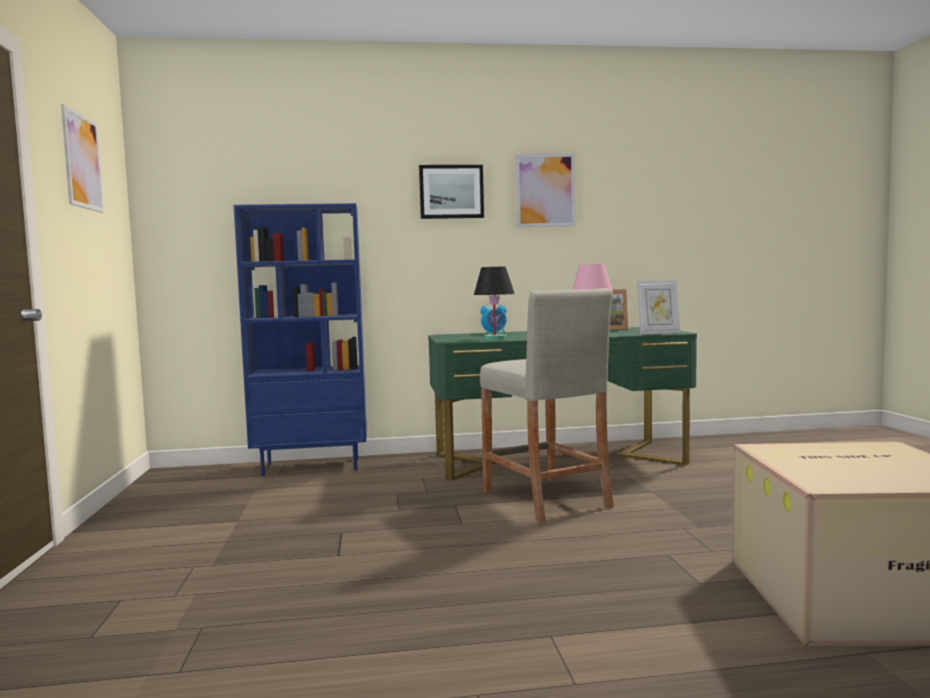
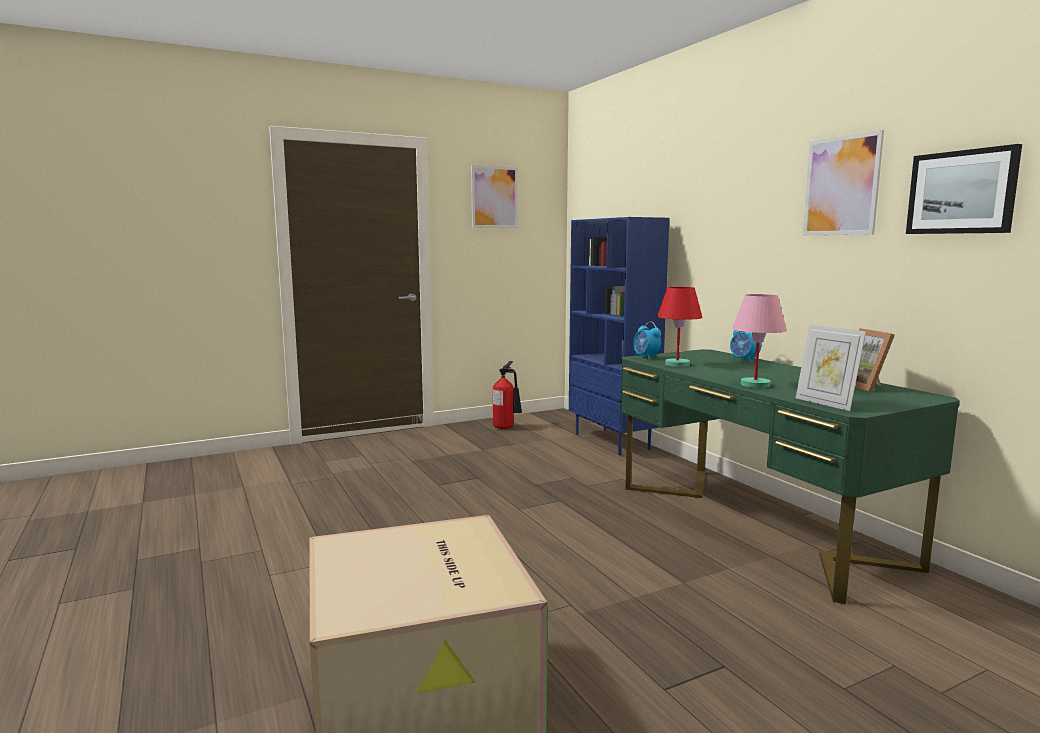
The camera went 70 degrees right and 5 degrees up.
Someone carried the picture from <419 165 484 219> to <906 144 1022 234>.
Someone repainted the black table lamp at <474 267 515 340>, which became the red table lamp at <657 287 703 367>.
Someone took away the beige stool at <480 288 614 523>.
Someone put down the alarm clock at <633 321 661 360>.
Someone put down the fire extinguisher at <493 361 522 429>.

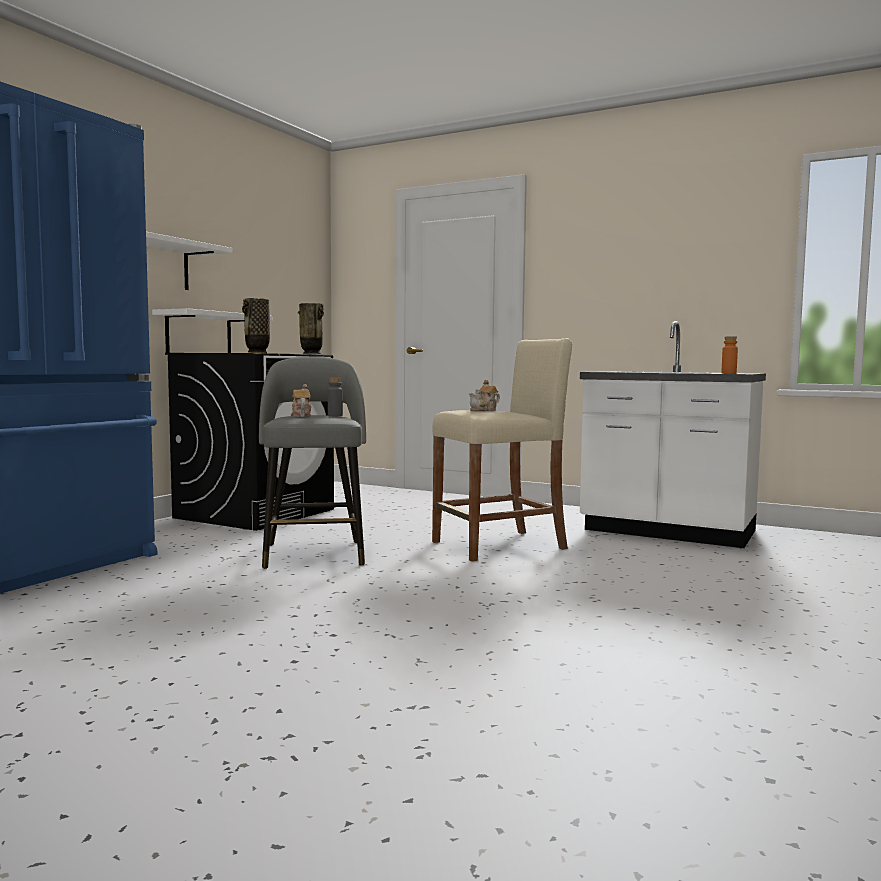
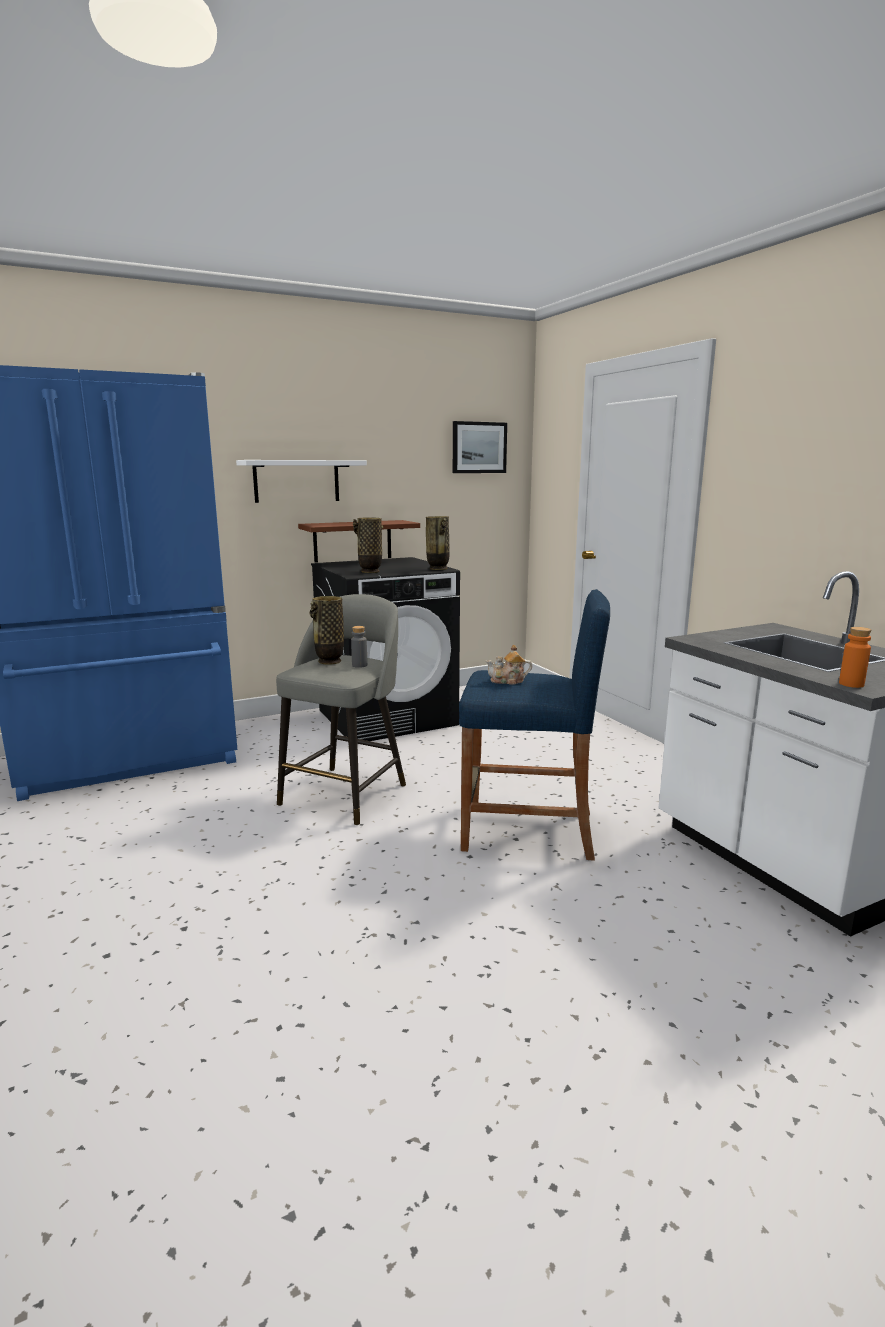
The camera went 35 degrees right and 10 degrees up.
Someone repainted the white shelf at <152 308 272 353>, which became the brown shelf at <298 520 420 563>.
Someone repainted the beige stool at <432 338 572 562>, which became the blue stool at <459 589 610 861>.
Someone swapped the teapot at <291 384 311 417> for the vase at <310 596 344 665>.
Someone put up the picture at <453 421 507 473>.

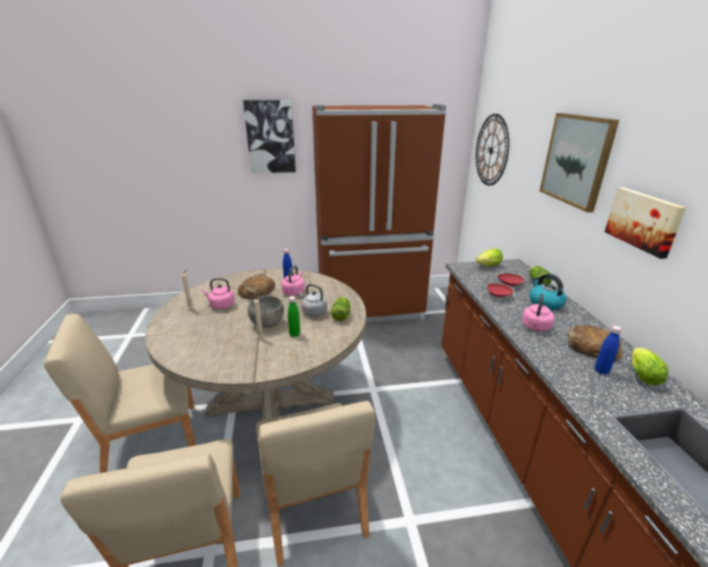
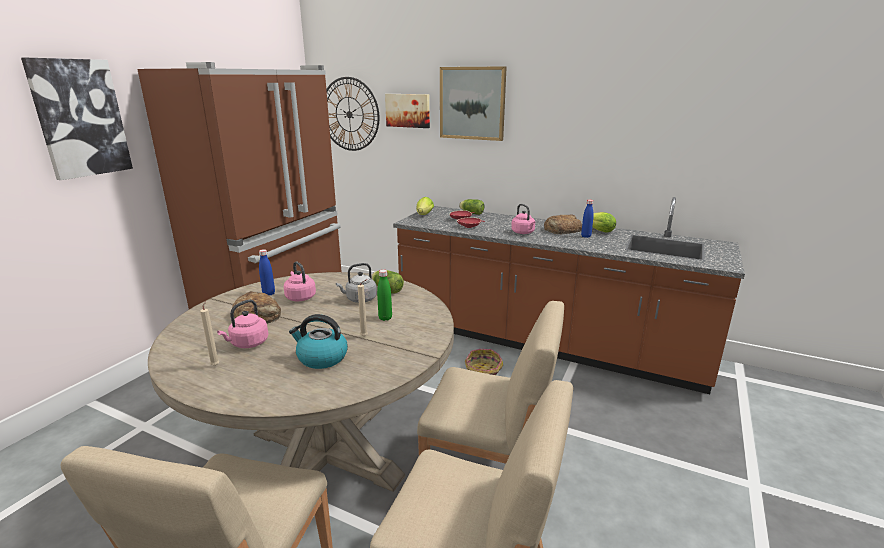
The camera went 55 degrees left and 5 degrees down.
Someone carried the picture from <605 187 686 259> to <385 94 430 128>.
Someone carried the kettle from <529 274 566 310> to <289 314 348 369>.
Someone took away the grey bowl at <248 296 284 328>.
Someone put down the basket at <465 349 503 375>.

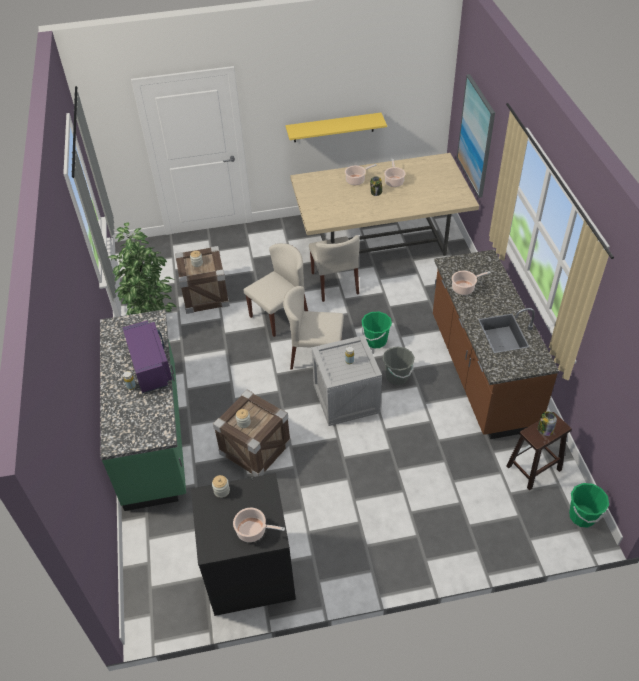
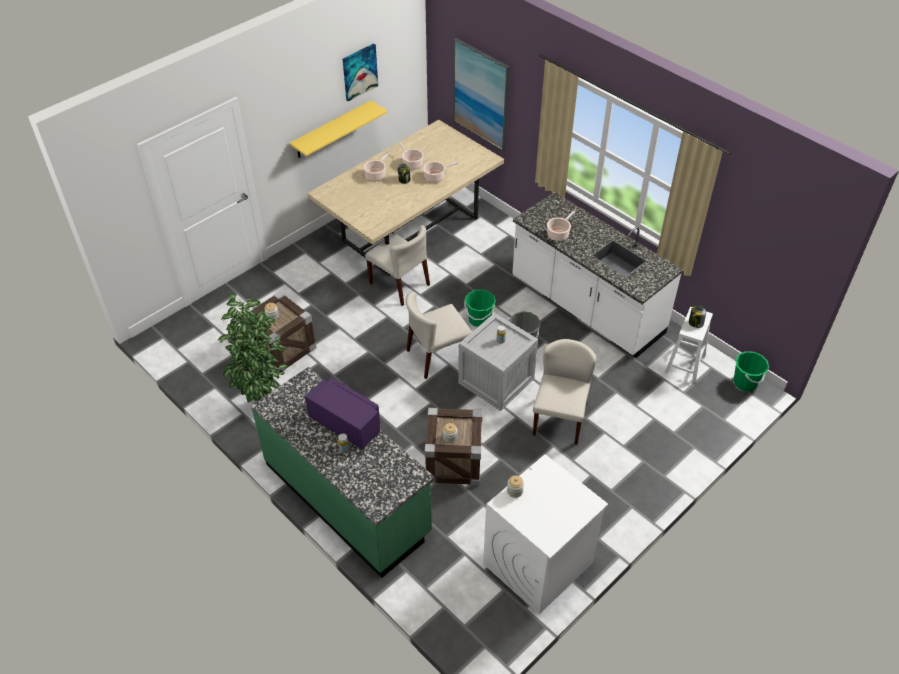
The camera went 35 degrees left and 0 degrees up.
Someone carried the beige chair from <244 243 308 337> to <533 339 596 444>.
Someone repainted the brown counter at <433 250 559 439>, which became the white counter at <512 192 683 358>.
Someone repainted the brown stool at <506 412 571 491>, which became the white stool at <664 307 713 383>.
Someone repainted the black washing machine at <191 473 296 616>, which became the white washing machine at <483 454 608 614>.
Someone carried the cooking pot from <233 508 285 542> to <423 161 458 183>.
Someone put up the picture at <343 44 378 102>.

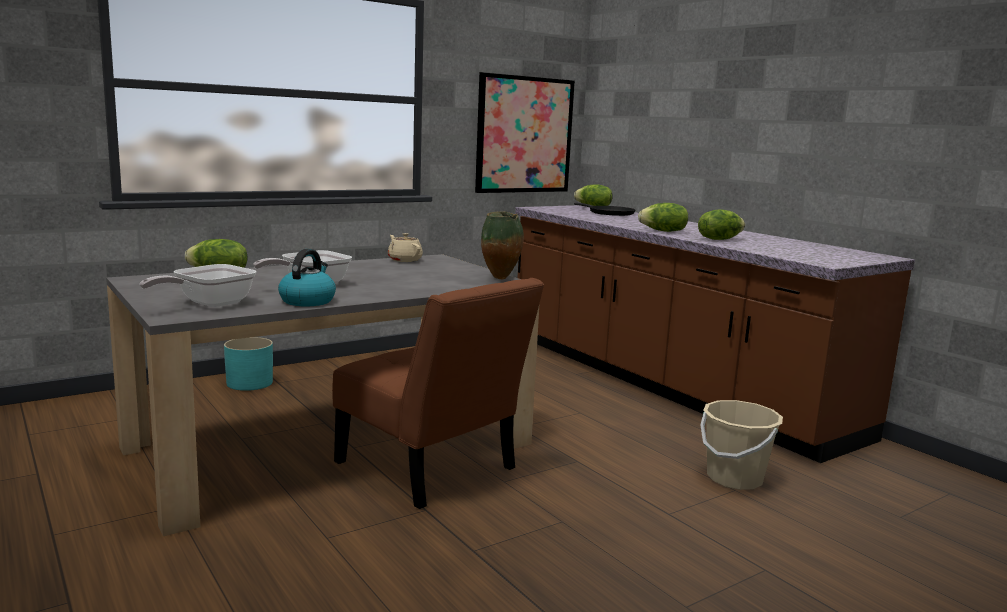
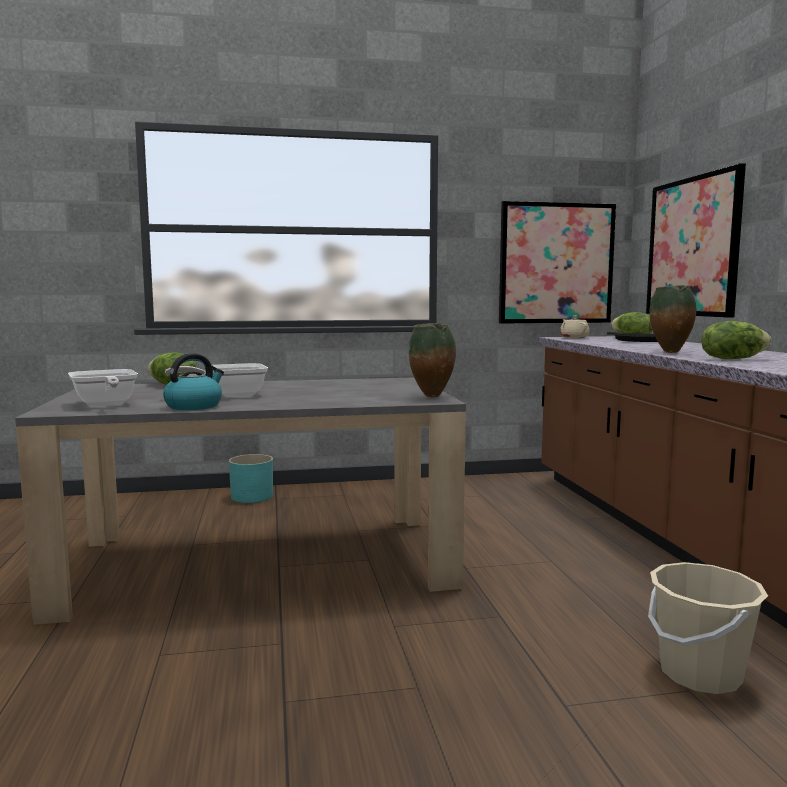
The camera went 25 degrees right and 5 degrees down.
Someone swapped the lettuce at <638 203 688 232> for the vase at <650 285 696 353>.
Someone carried the beige teapot from <388 233 423 262> to <560 315 590 338>.
Someone rotated the frying pan at <140 264 256 307> by 90 degrees counterclockwise.
Someone took away the brown chair at <332 278 544 509>.
Someone put up the picture at <646 163 746 318>.

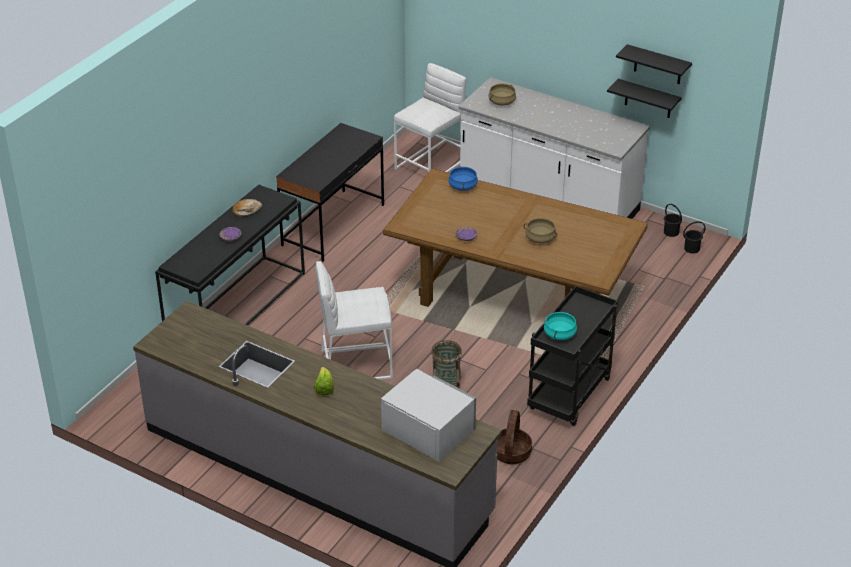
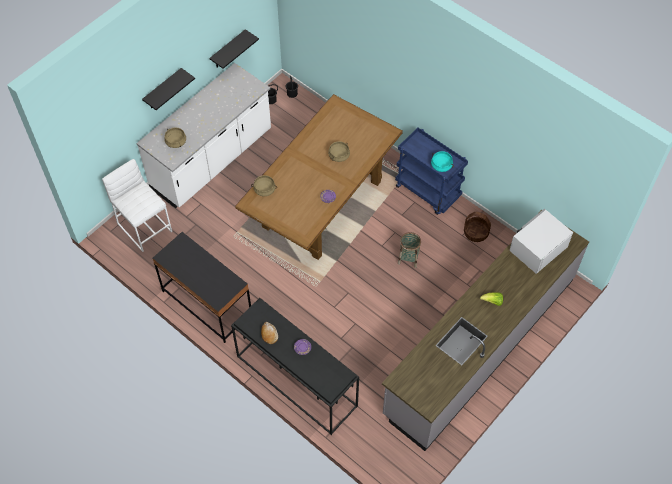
The camera went 80 degrees left and 20 degrees up.
Someone carried the black shelf from <616 44 692 84> to <142 68 195 110>.
Someone repainted the blue cooking pot at <448 166 478 191>, which became the beige cooking pot at <251 175 277 196>.
Someone took away the white stool at <316 261 393 380>.
Someone repainted the black cart at <527 286 618 426>, which became the blue cart at <395 128 468 215>.

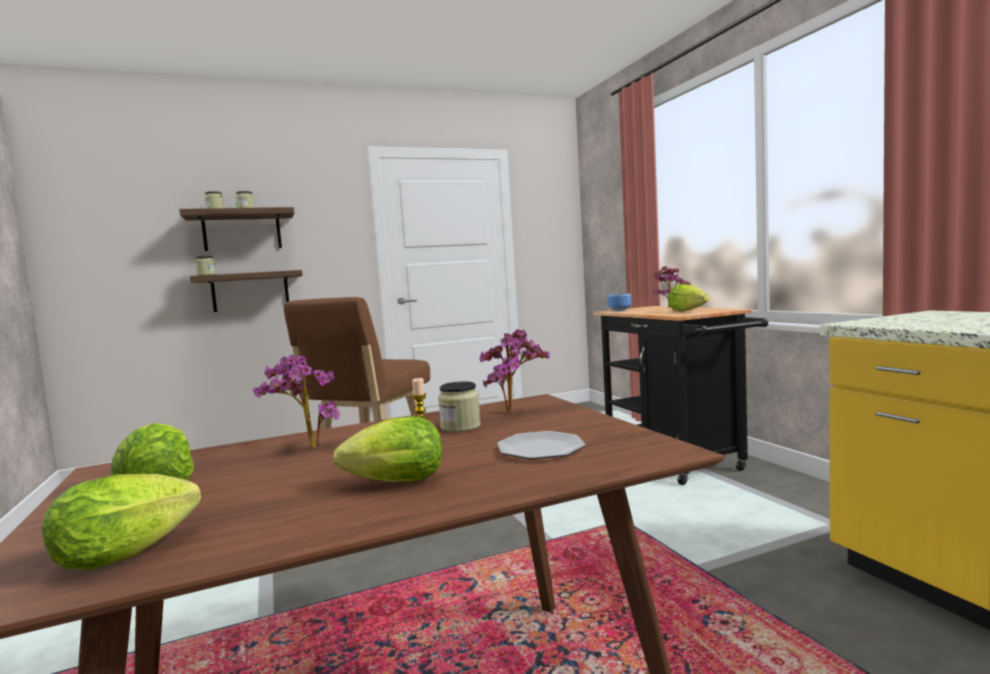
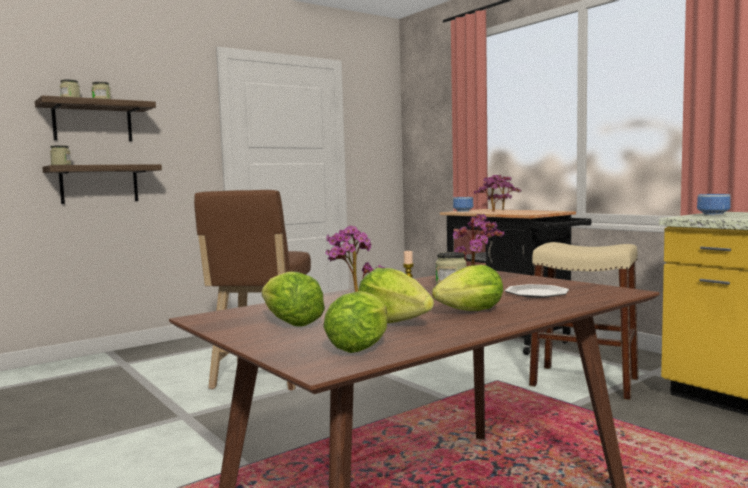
The camera went 15 degrees left and 0 degrees up.
Someone carried the lettuce from <668 284 709 311> to <358 268 434 323>.
Someone put down the potted plant at <474 175 508 212>.
Someone put down the bowl at <697 194 731 216>.
Someone put down the beige stool at <529 242 639 400>.

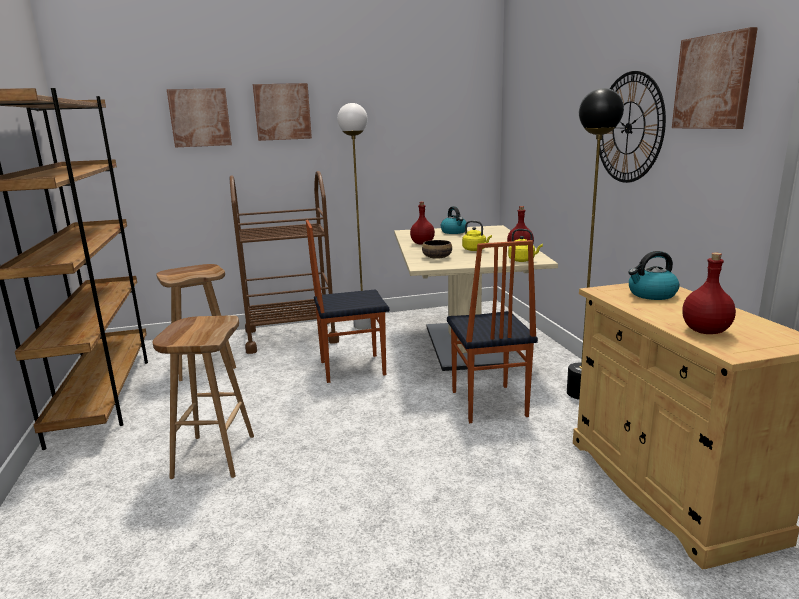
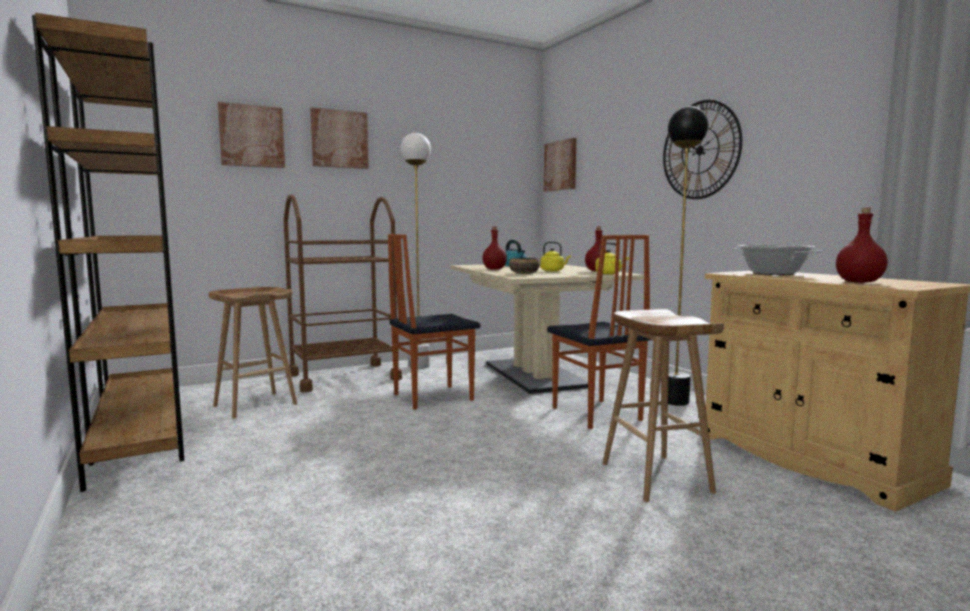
The camera went 15 degrees left and 10 degrees down.
Someone carried the picture from <672 27 758 129> to <544 138 576 192>.
Someone swapped the kettle at <628 251 679 300> for the cooking pot at <732 245 823 275>.
Someone carried the brown stool from <153 315 254 479> to <602 309 724 502>.

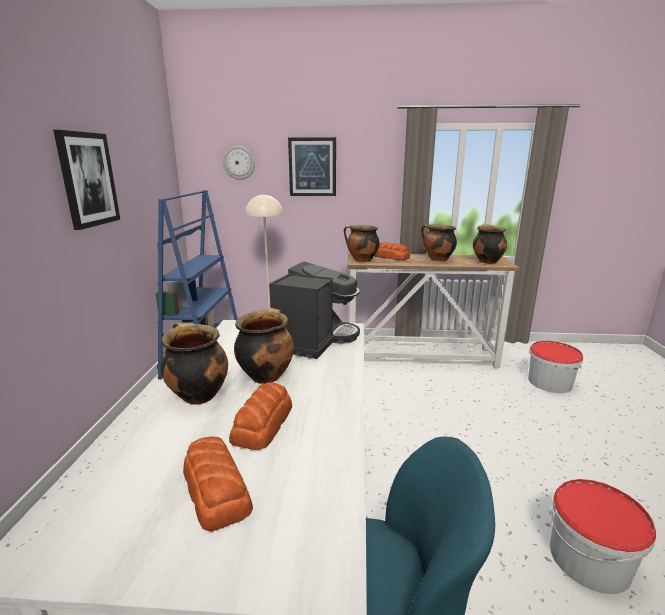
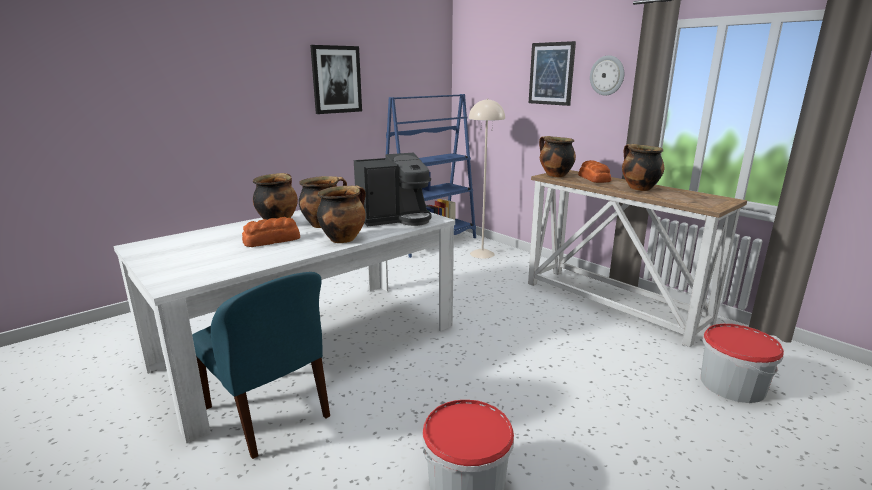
The camera went 45 degrees right and 0 degrees up.
Someone carried the wall clock from <223 146 255 180> to <590 55 624 96>.
Someone carried the cooking pot from <473 225 507 264> to <317 185 366 243>.
Someone took away the bread at <183 436 253 532>.

